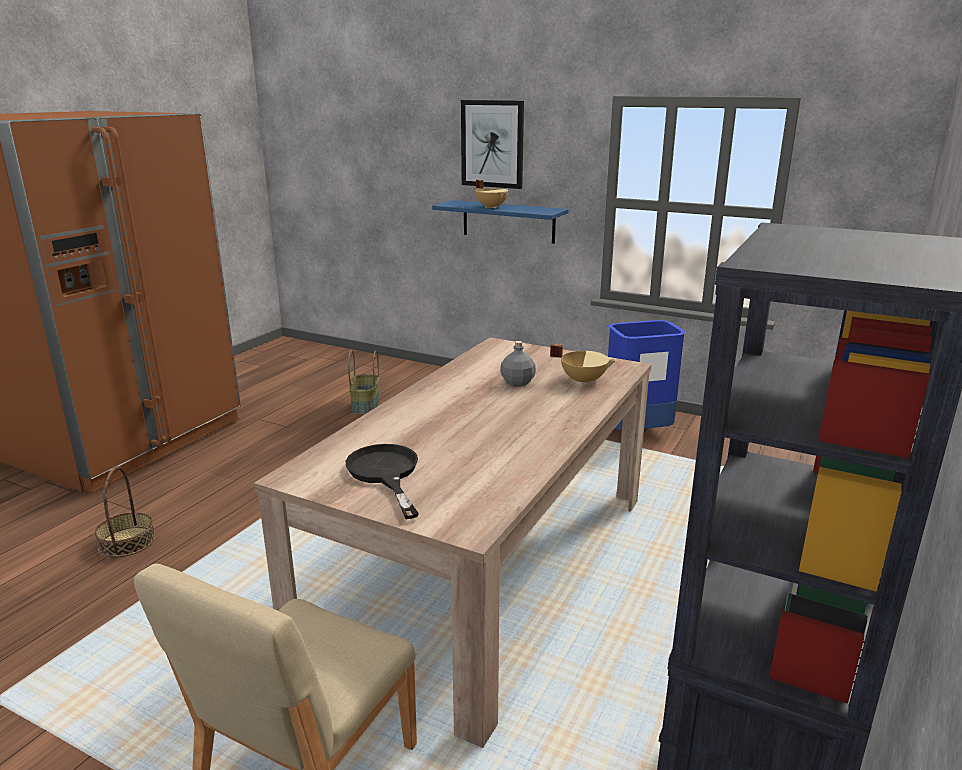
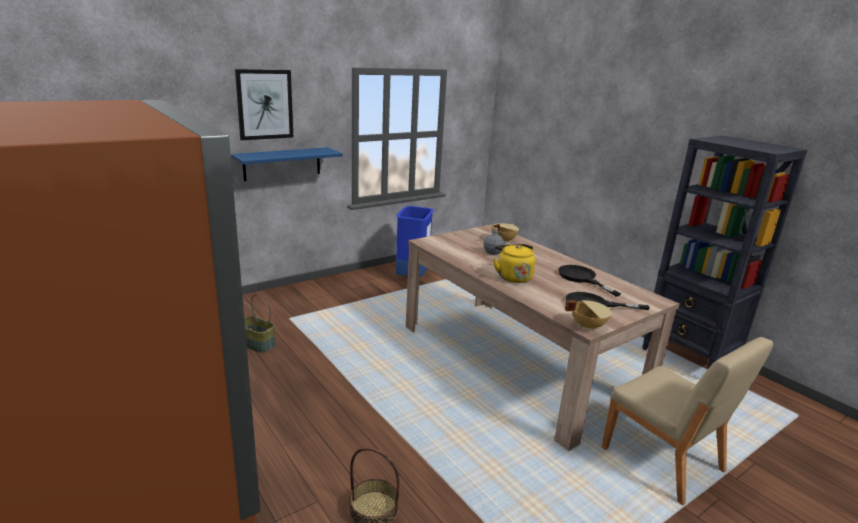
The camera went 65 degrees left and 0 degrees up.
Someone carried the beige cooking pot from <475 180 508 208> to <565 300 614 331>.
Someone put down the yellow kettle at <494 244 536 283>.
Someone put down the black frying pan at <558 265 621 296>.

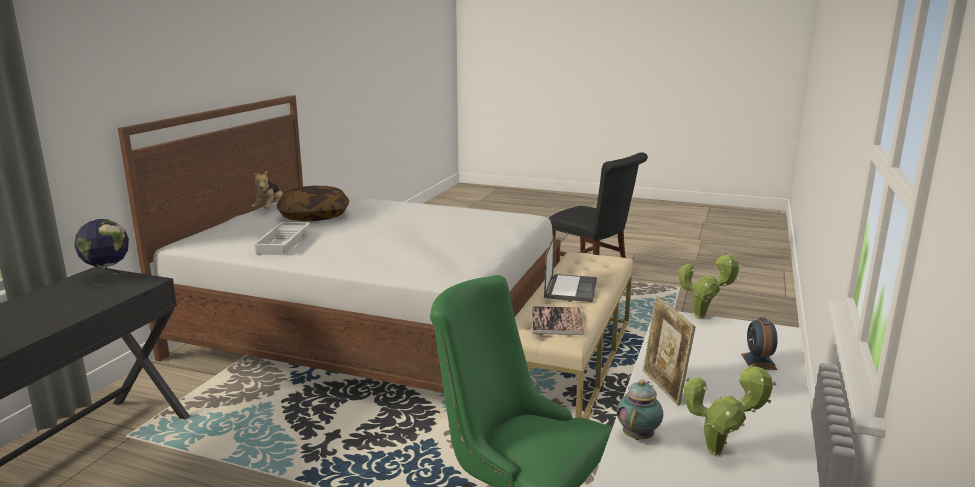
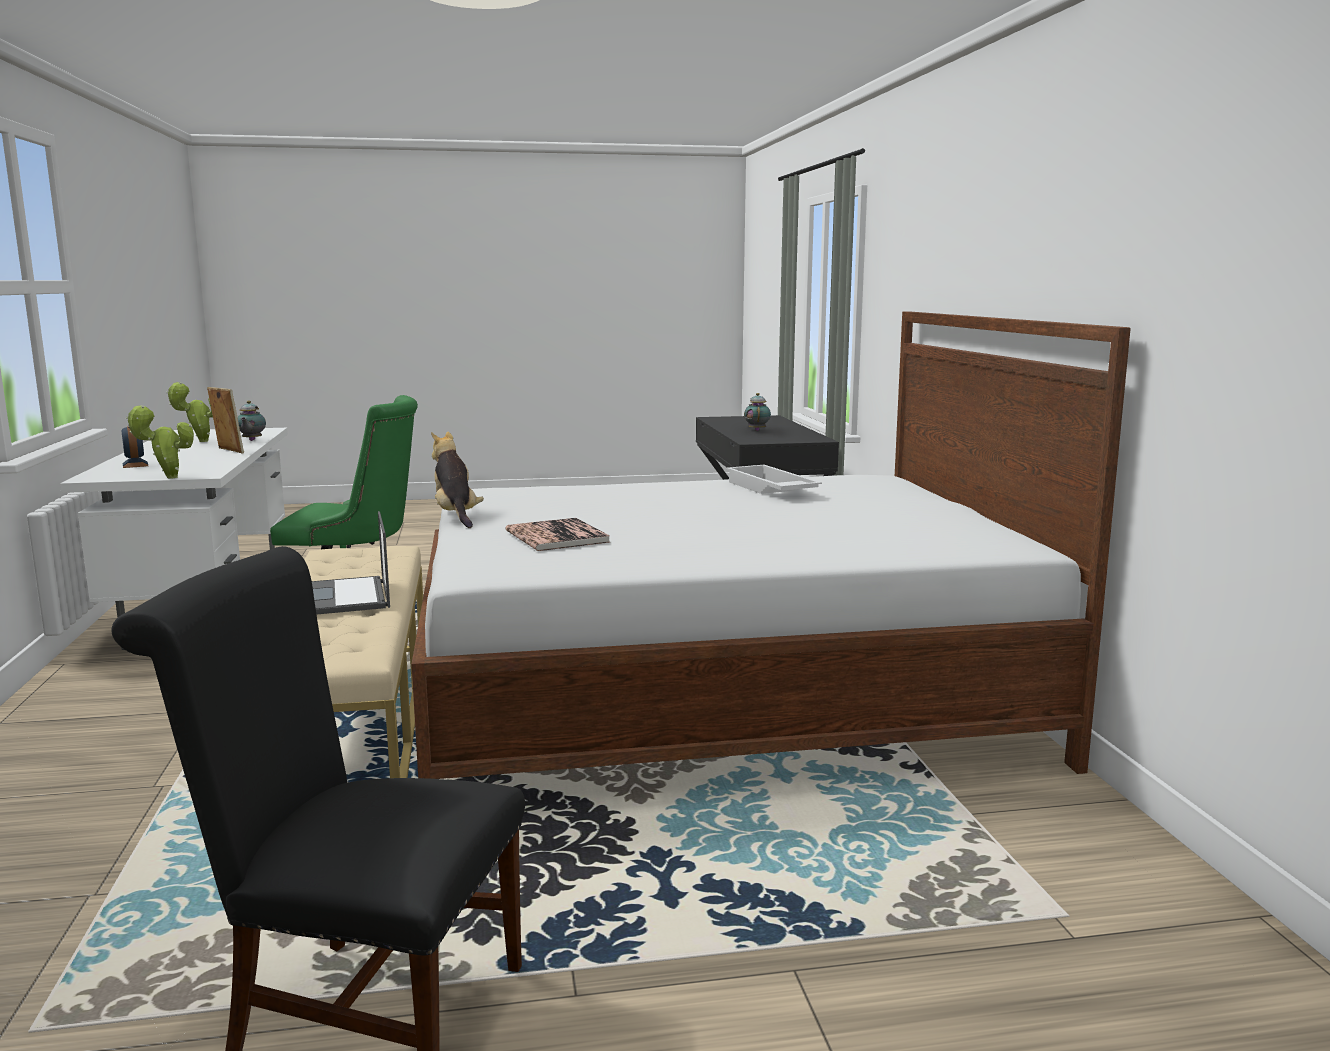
The camera went 150 degrees right and 5 degrees down.
Someone carried the plush toy from <252 171 283 209> to <431 431 484 528>.
Someone took away the pillow at <277 186 349 221>.
Someone took away the globe at <74 219 129 286>.
Someone carried the book from <532 306 584 335> to <505 518 610 551>.
Someone put down the teapot at <744 393 771 431>.

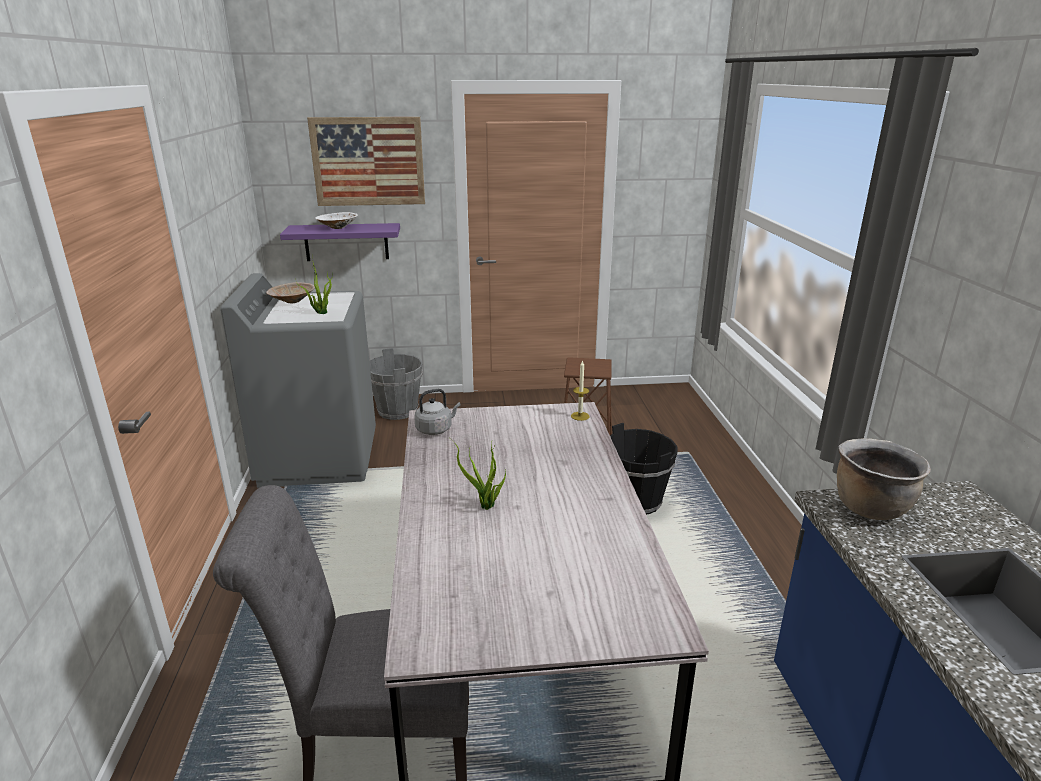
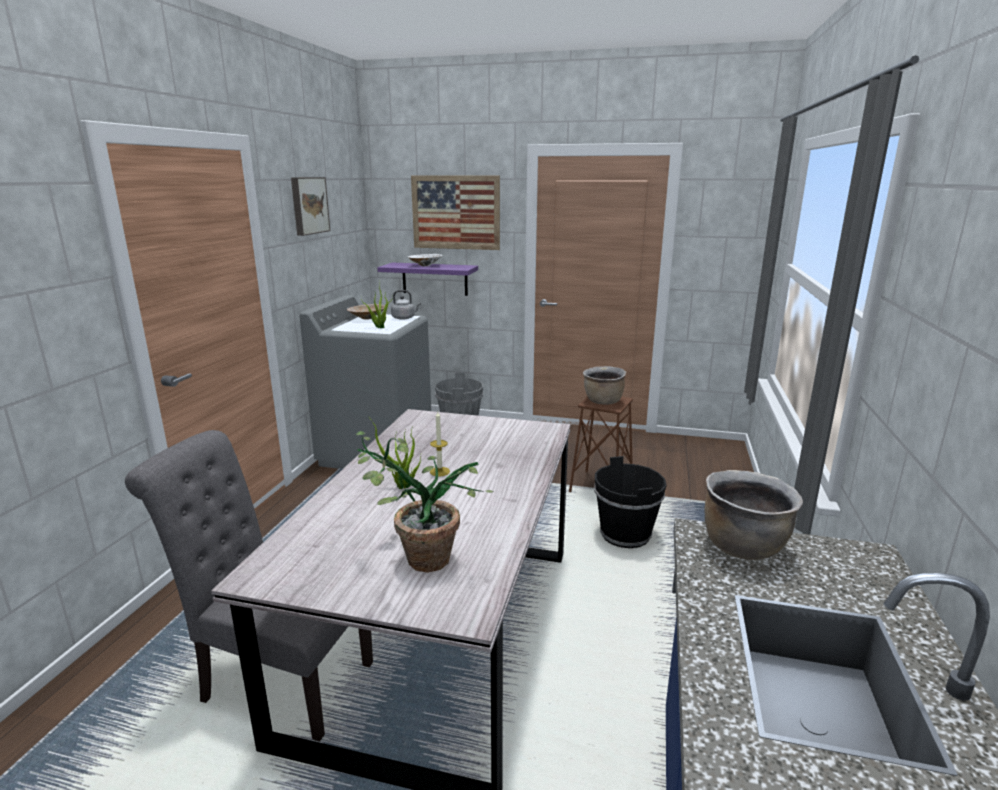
The camera went 20 degrees right and 5 degrees down.
Someone carried the candle from <571 360 589 421> to <430 411 450 477>.
Someone carried the grey kettle from <414 389 461 435> to <391 290 421 320>.
Someone put up the picture at <291 177 330 236>.
Someone put down the brown cooking pot at <583 366 626 405>.
Someone put down the potted plant at <355 431 493 573>.

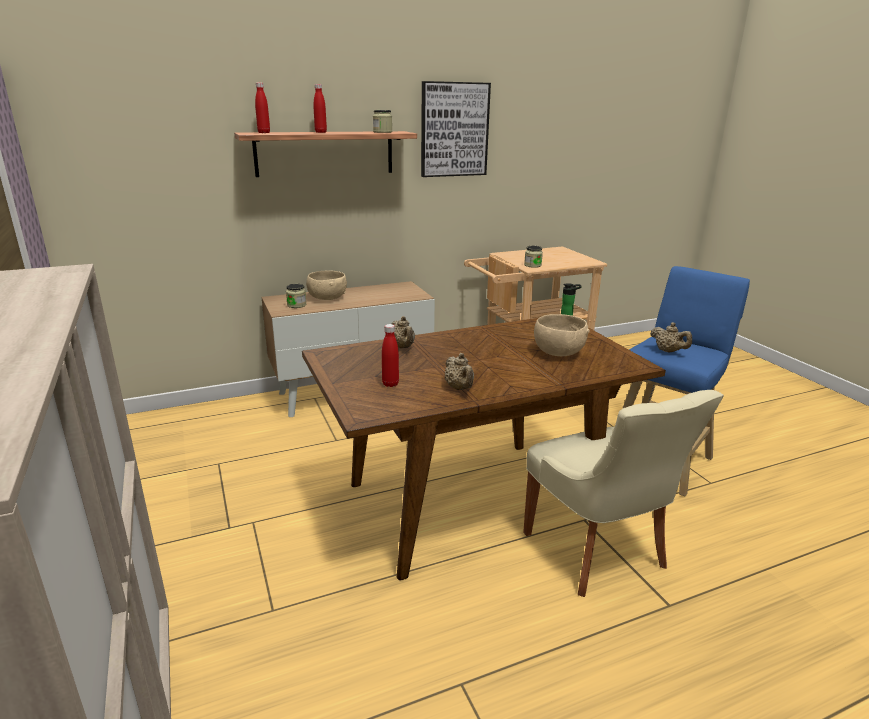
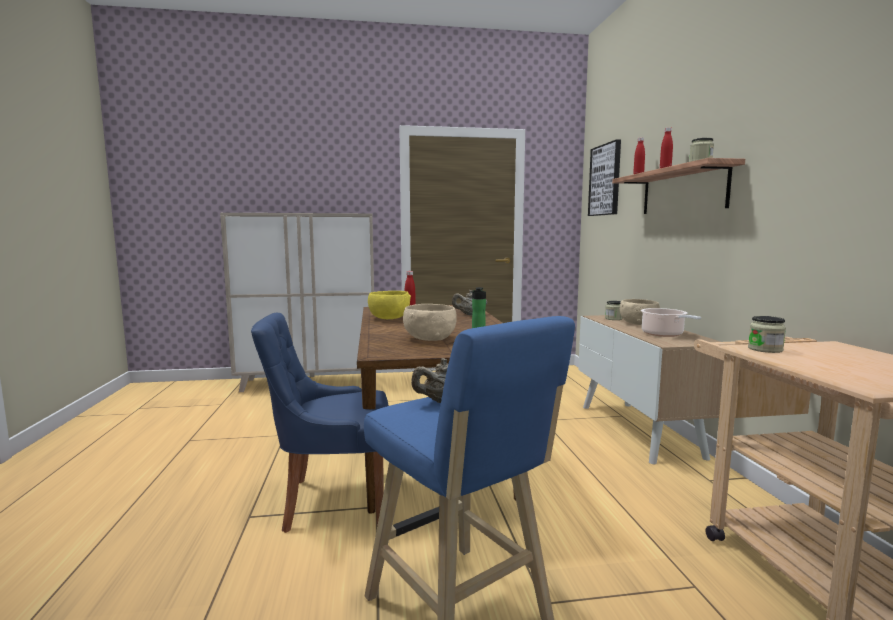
The camera went 105 degrees right and 15 degrees down.
Someone carried the picture from <421 81 491 177> to <588 139 621 216>.
Someone swapped the beige teapot at <445 353 474 390> for the yellow bowl at <368 291 411 319>.
Someone repainted the beige chair at <523 390 724 597>, which became the blue chair at <251 313 389 533>.
Someone put down the cooking pot at <641 308 701 337>.

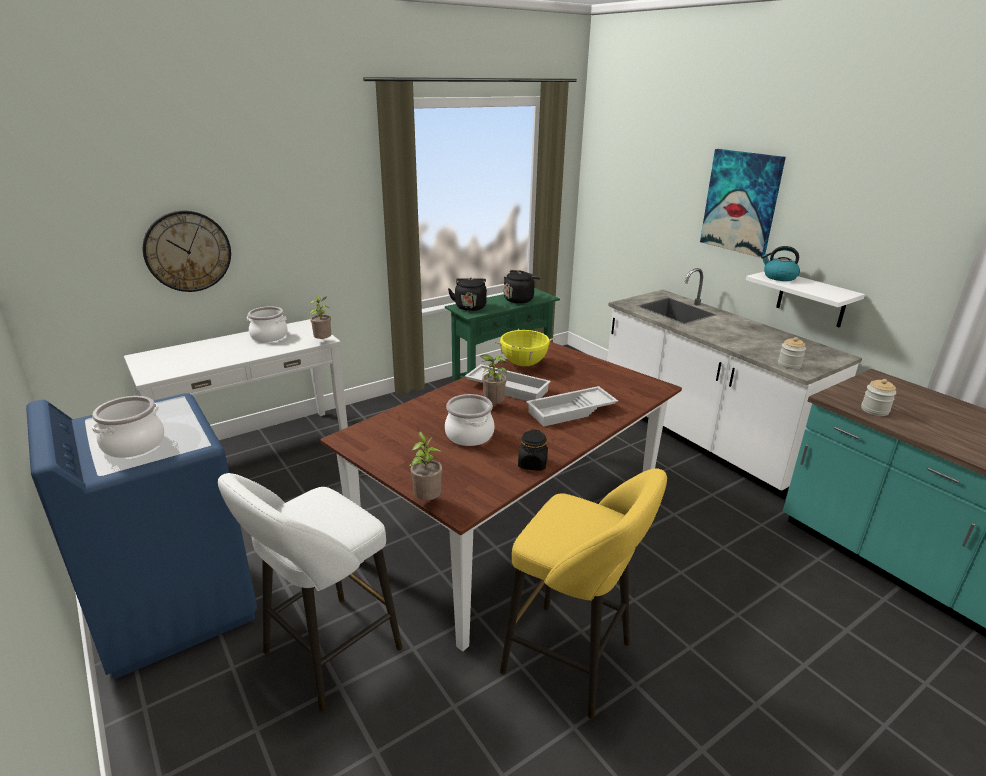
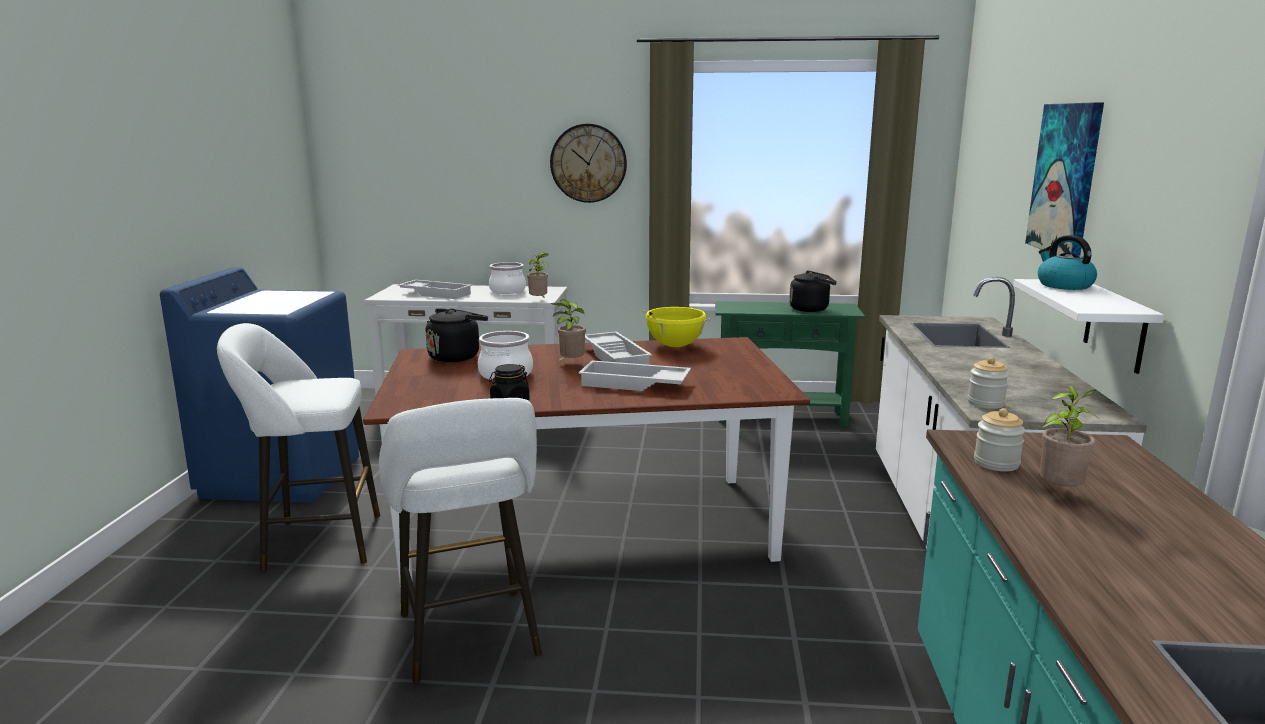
The camera went 40 degrees right and 10 degrees down.
Someone carried the wall clock from <143 211 231 292> to <550 124 627 203>.
Someone carried the black kettle from <448 278 487 311> to <426 308 488 362>.
Someone took away the cooking pot at <92 396 164 458>.
Someone carried the potted plant from <409 431 442 500> to <1039 384 1098 486>.
Someone repainted the yellow stool at <500 468 667 719>, which became the white stool at <379 398 542 683>.
Someone put down the white tray at <398 280 472 299>.

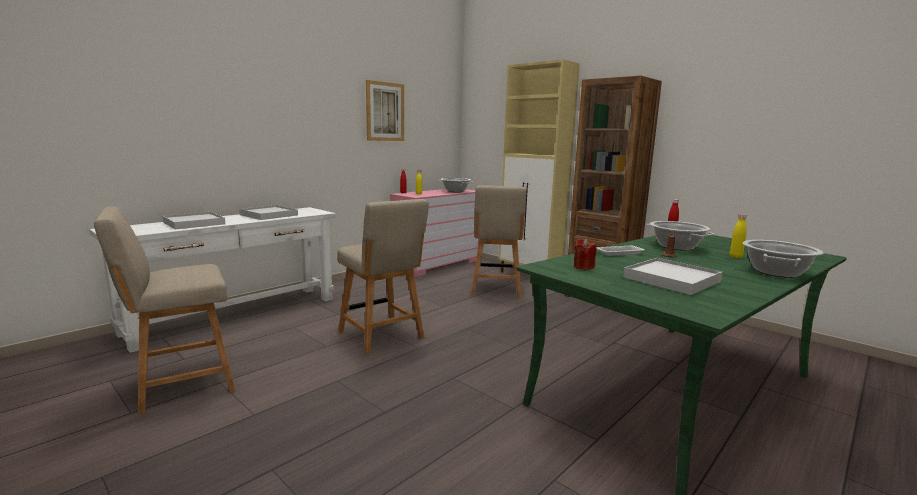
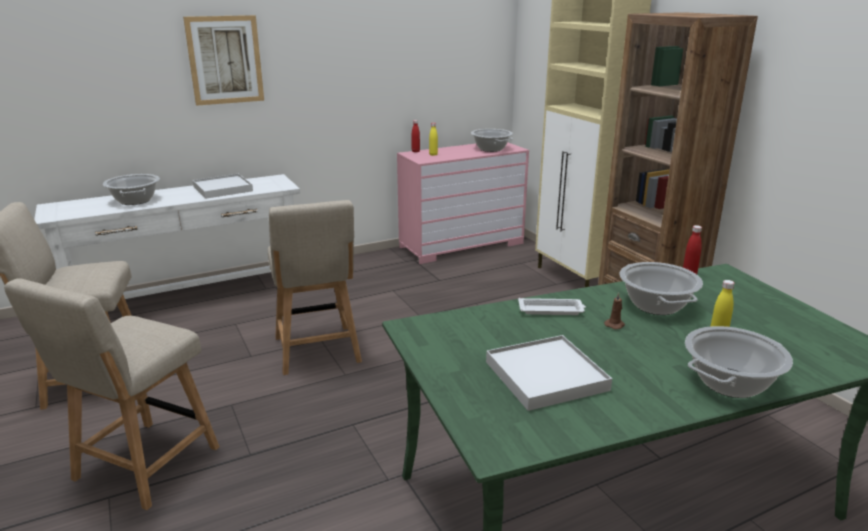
The camera went 20 degrees right and 10 degrees up.
Someone carried the picture from <366 80 404 141> to <183 15 264 106>.
Someone carried the beige chair from <471 185 526 298> to <4 278 220 510>.
Someone swapped the white tray at <162 212 225 229> for the cooking pot at <103 174 160 205>.
Someone took away the red candle at <574 239 597 270>.

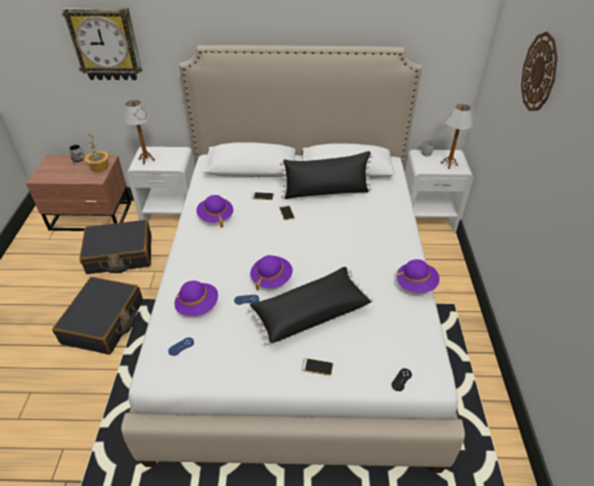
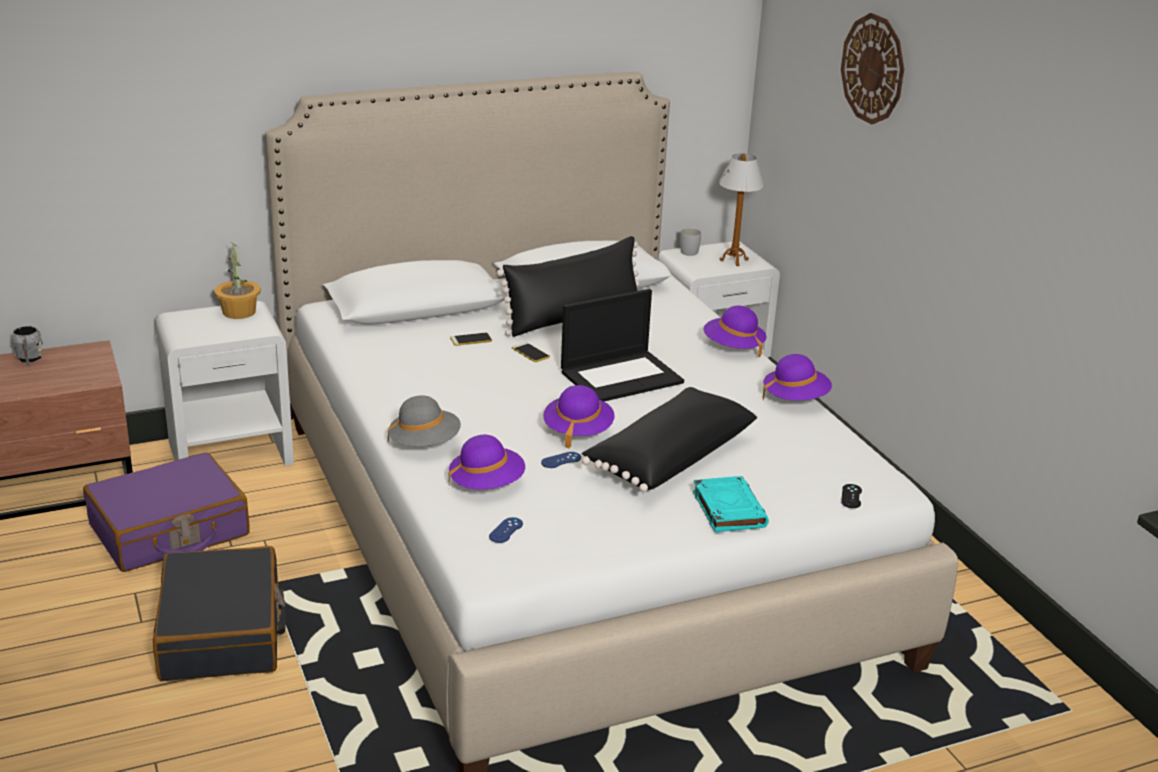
The camera went 25 degrees left and 15 degrees down.
Someone took away the wall clock at <62 8 142 80>.
Someone took away the table lamp at <123 100 155 164>.
Someone carried the potted plant from <85 133 109 172> to <214 241 261 319>.
Someone carried the purple hat from <196 195 233 228> to <703 306 766 357>.
Someone repainted the black suitcase at <79 220 152 274>, which became the purple suitcase at <83 453 250 572>.
Someone swapped the phone at <302 358 333 376> for the turquoise book at <693 476 769 532>.
Someone put down the laptop at <561 289 684 401>.
Someone put down the grey hat at <388 395 461 446>.

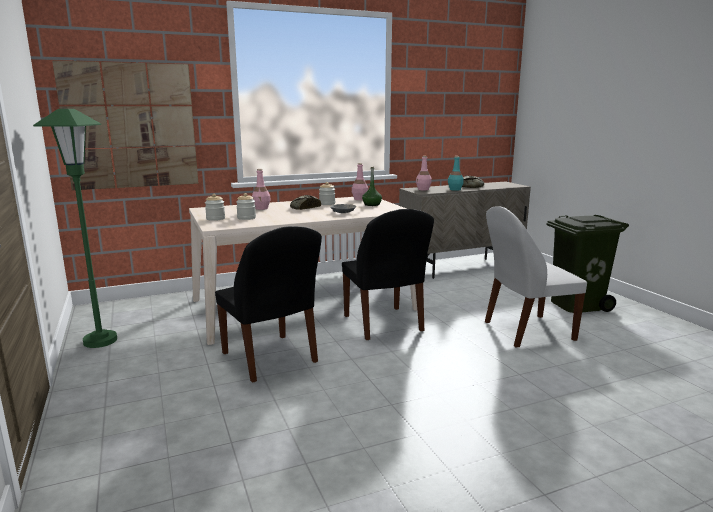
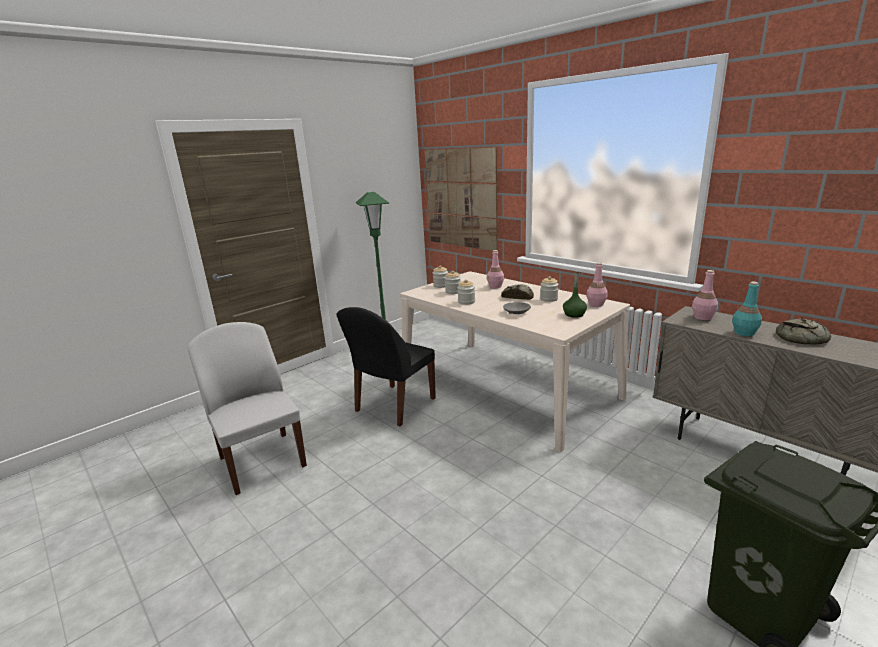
The camera went 70 degrees right and 5 degrees up.
Someone carried the white chair from <485 206 587 348> to <187 322 307 495>.
Someone took away the black chair at <342 209 434 340>.
Someone put down the jar at <457 279 475 305>.

